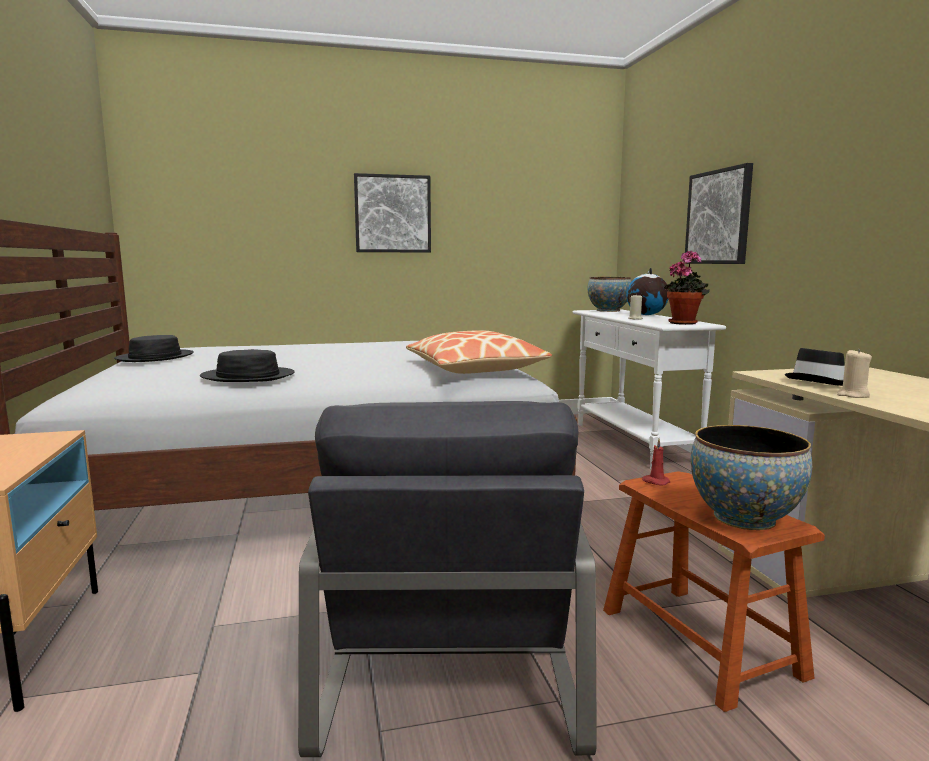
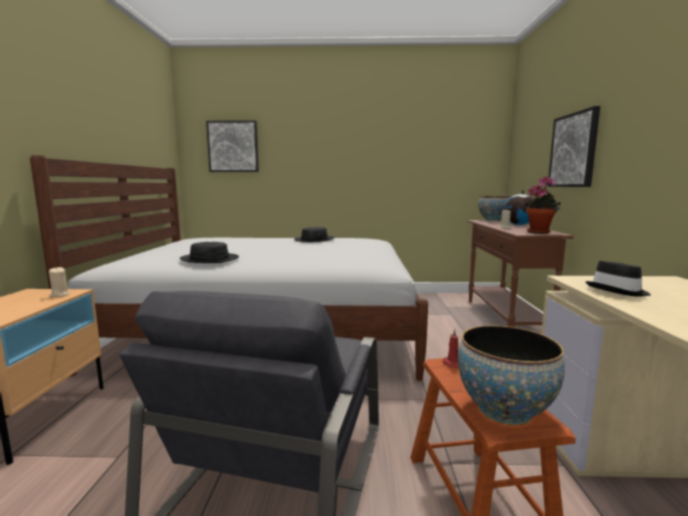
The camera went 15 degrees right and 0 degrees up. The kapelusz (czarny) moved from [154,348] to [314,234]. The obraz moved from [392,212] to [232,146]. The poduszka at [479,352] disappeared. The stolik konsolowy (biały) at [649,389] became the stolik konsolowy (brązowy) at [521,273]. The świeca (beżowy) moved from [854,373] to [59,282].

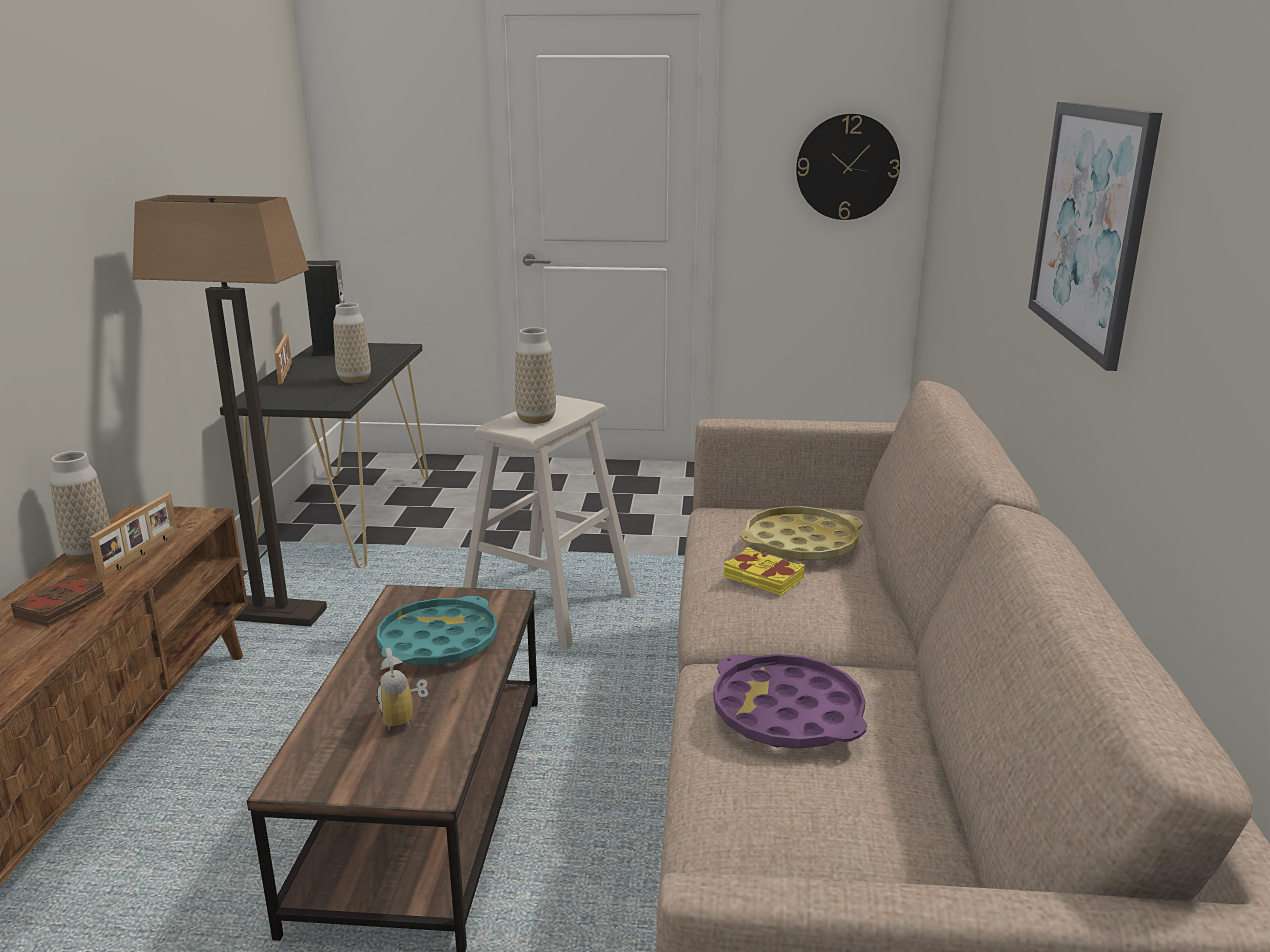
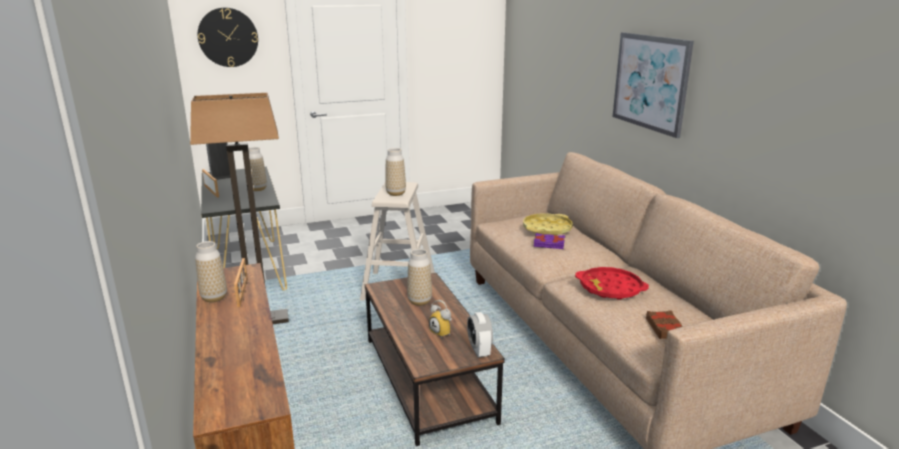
The camera went 25 degrees left and 0 degrees up. The książka (brązowy) moved from [57,600] to [664,324]. The taca (turkusowy) at [437,630] was replaced by the wazon at [419,277]. The taca (fioletowy) at [790,701] became the taca (czerwony) at [612,283]. The książka (żółty) at [764,571] became the książka (fioletowy) at [549,241]. The zegar ścienny moved from [848,167] to [228,37]. The budzik at [480,335] appeared.

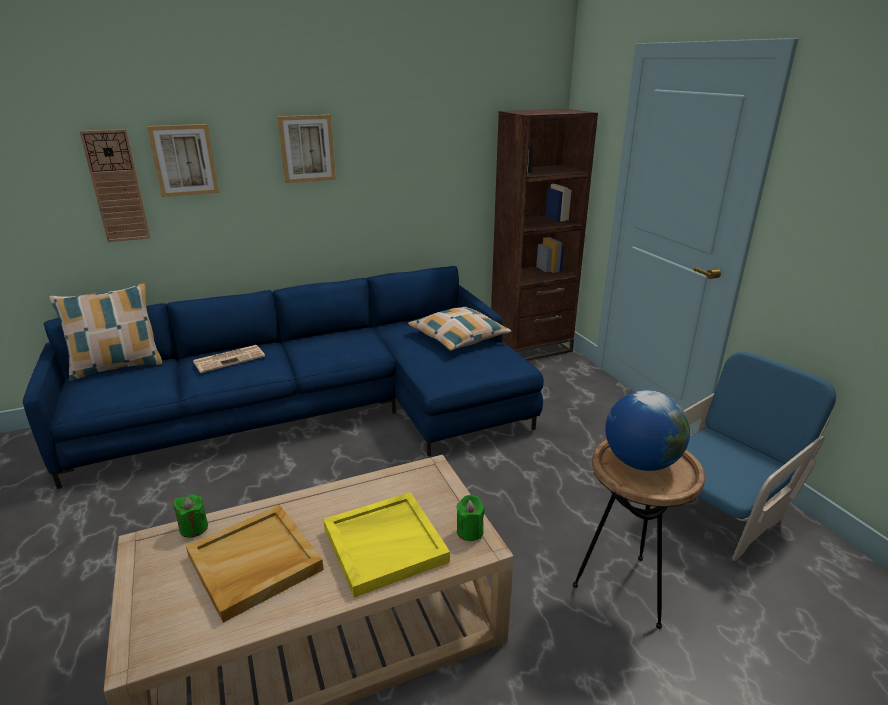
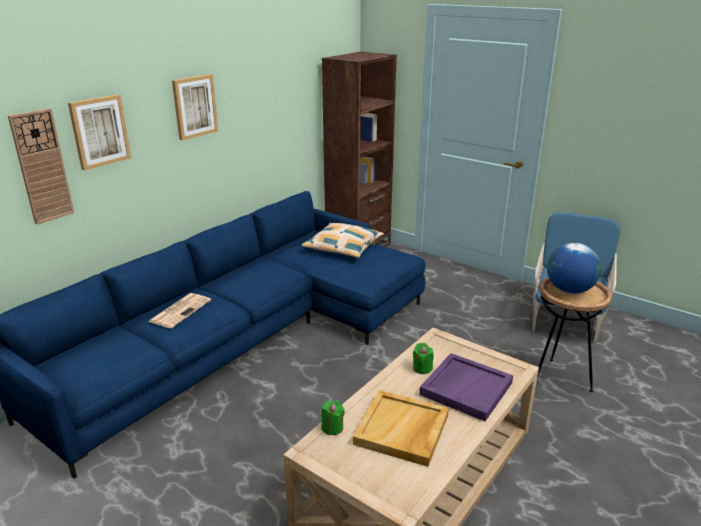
The camera went 30 degrees left and 0 degrees up. The poduszka at [105,333] disappeared. The taca (żółty) at [386,545] became the taca (fioletowy) at [466,387]. The świeca (zielony) moved from [470,518] to [423,358].

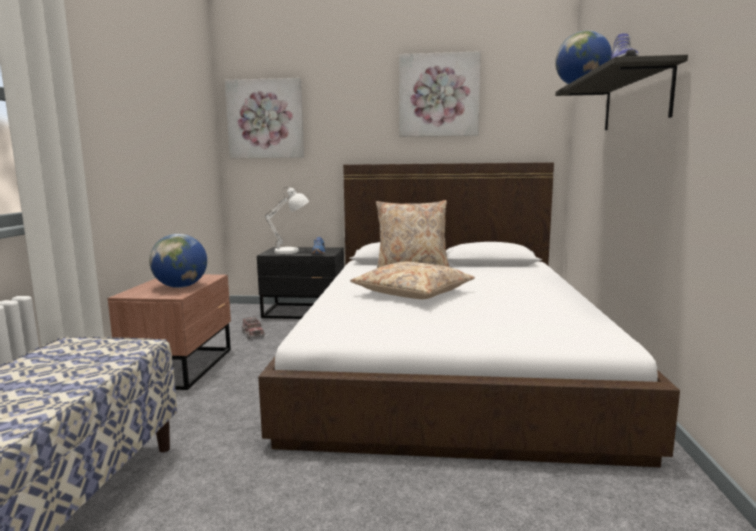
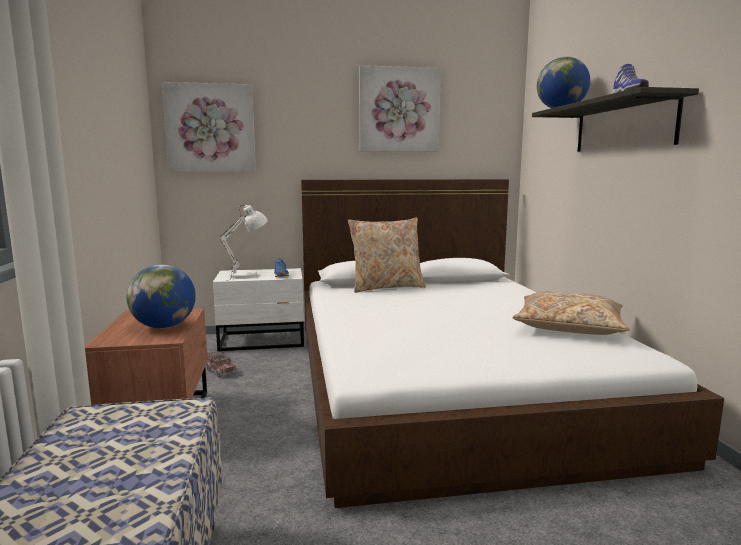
The camera went 15 degrees left and 0 degrees up. The szafka nocna (czarny) at [300,283] became the szafka nocna (biały) at [258,309]. The poduszka (beżowy) moved from [412,280] to [571,313].

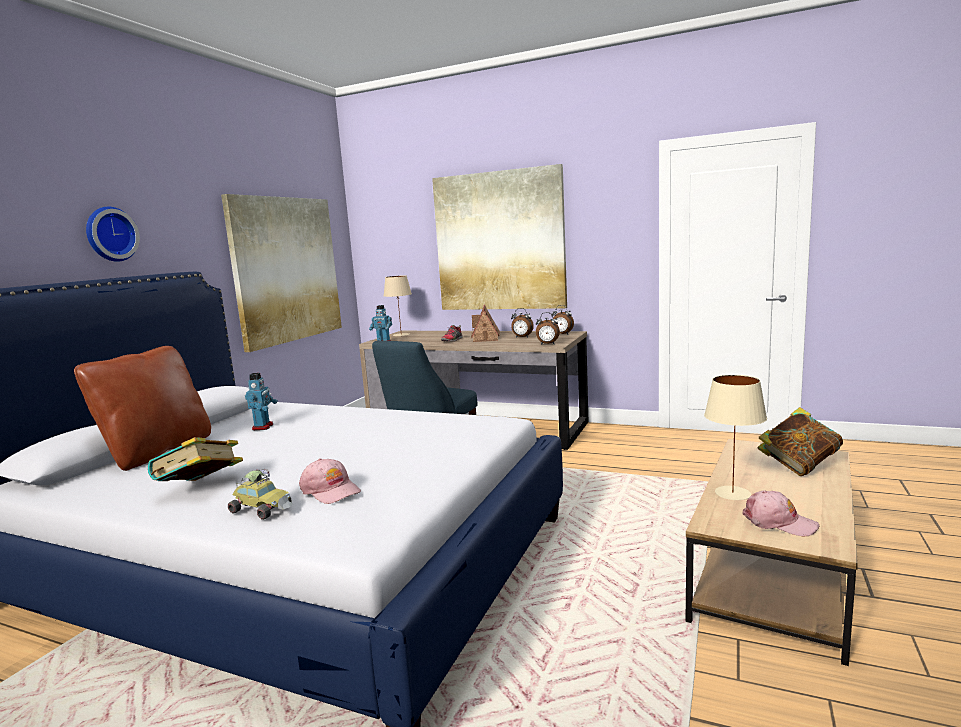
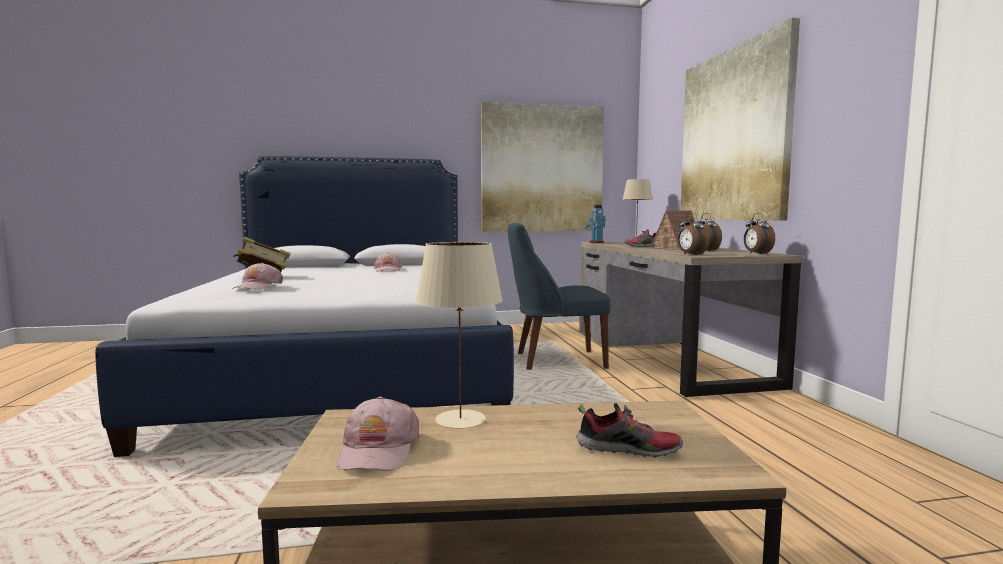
The camera went 55 degrees right and 5 degrees down. The poduszka (brązowy) at [142,408] disappeared. The zegar ścienny at [113,234] disappeared. The samochodzik at [260,494] disappeared. The robot zabawkowy at [261,402] was replaced by the czapka z daszkiem (różowy) at [388,262]. The książka at [800,441] was replaced by the but at [629,430].

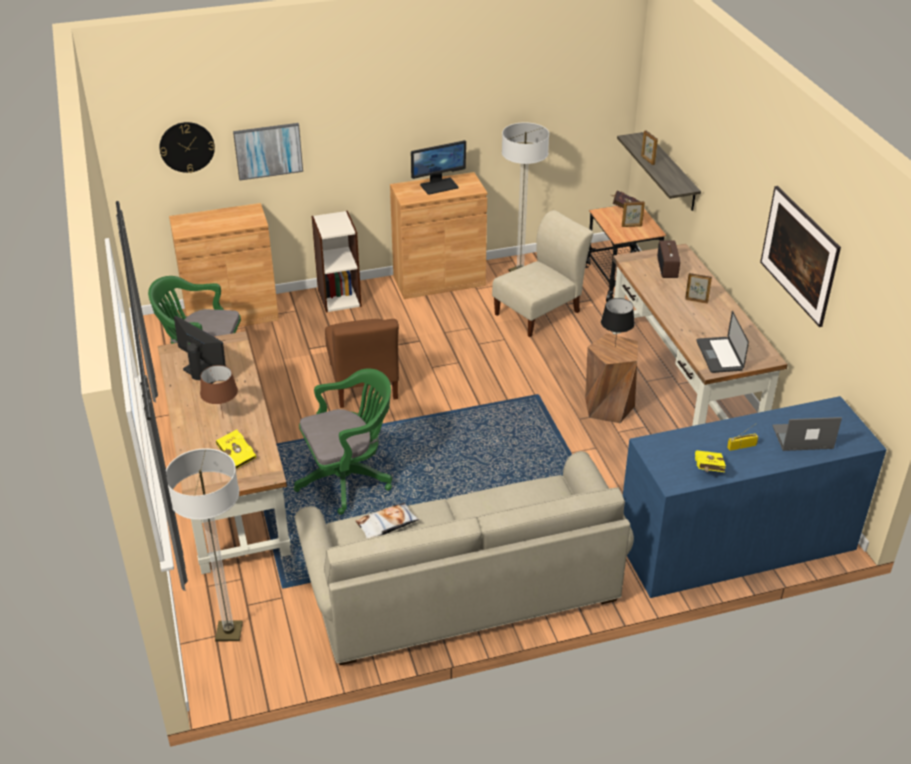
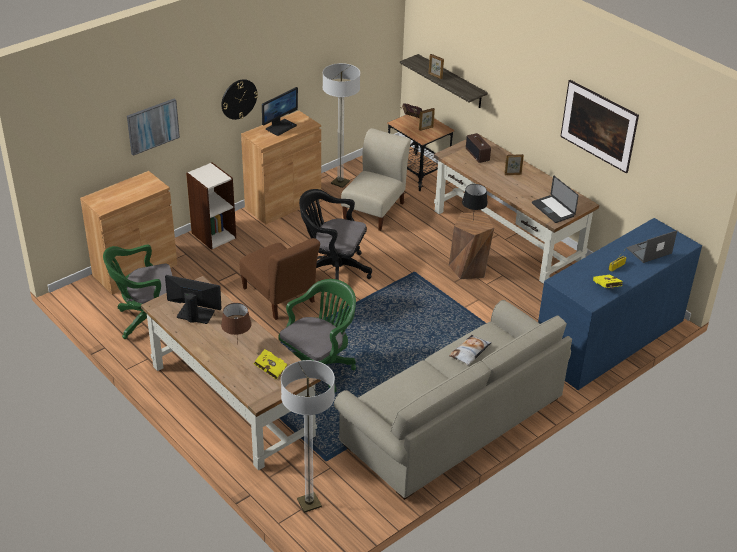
The camera went 25 degrees left and 0 degrees up. The zegar ścienny moved from [187,147] to [239,99]. The poduszka moved from [387,520] to [470,350]. The krzesło biurowe (czarny) at [335,234] appeared.

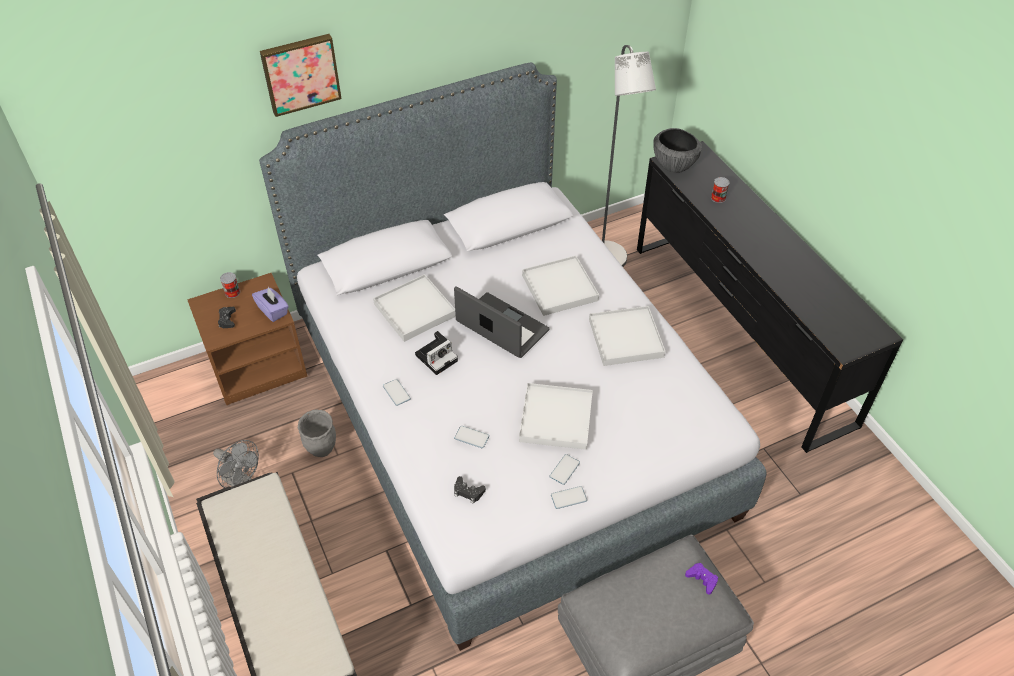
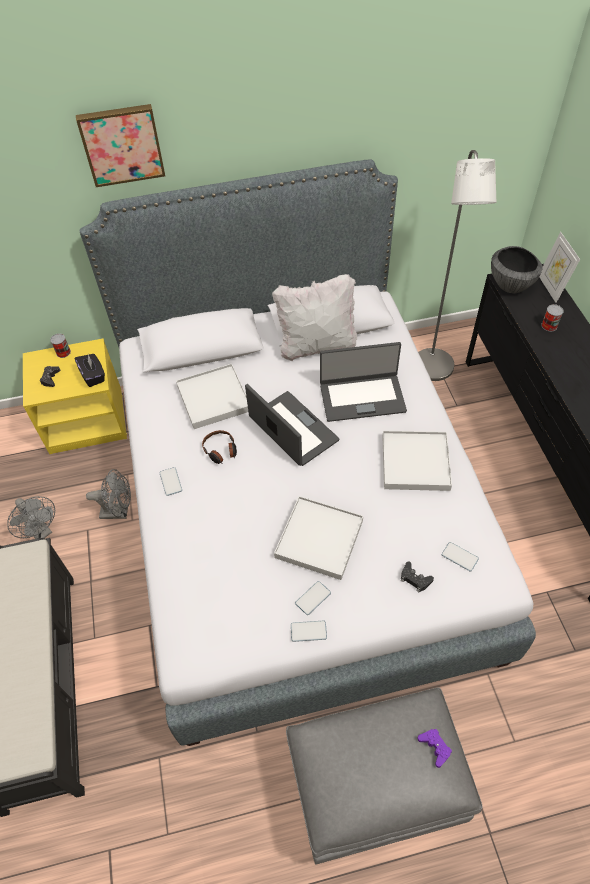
The camera went 15 degrees right and 5 degrees up. The szafka nocna (brązowy) at [247,339] became the szafka nocna (żółty) at [75,396]. The pudełko chusteczek (fioletowy) at [270,304] became the pudełko chusteczek (czarny) at [90,370]. The donica (szary) at [317,433] was replaced by the wentylator (szary) at [108,494]. The aparat fotograficzny at [436,353] was replaced by the słuchawki at [219,447]. The telefon moved from [471,437] to [460,556]. The pad do gier (czarny) moved from [470,490] to [417,576]. The taca (biały) at [560,286] was replaced by the laptop at [363,382]. The poduszka (biały) at [314,317] appeared. The ramka na zdjęcie at [559,267] appeared.

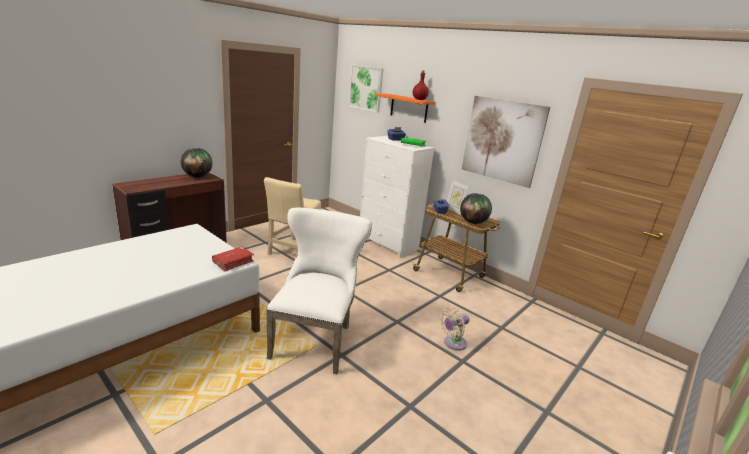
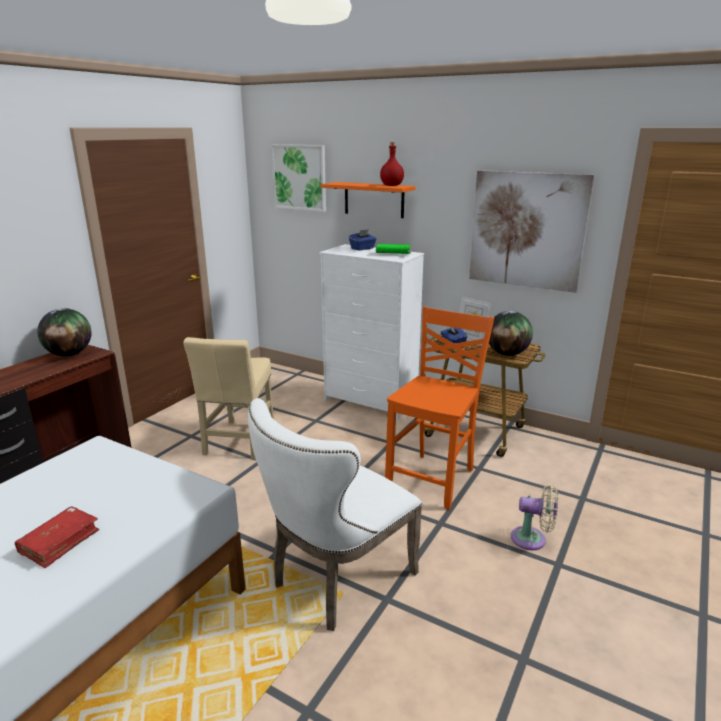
The camera went 10 degrees left and 0 degrees up. The książka (czerwony) moved from [233,259] to [57,537]. The krzesło (biały) at [319,290] turned 135 degrees counterclockwise. The wentylator (beżowy) at [454,329] turned 120 degrees counterclockwise. The krzesło (pomarańczowy) at [439,408] appeared.

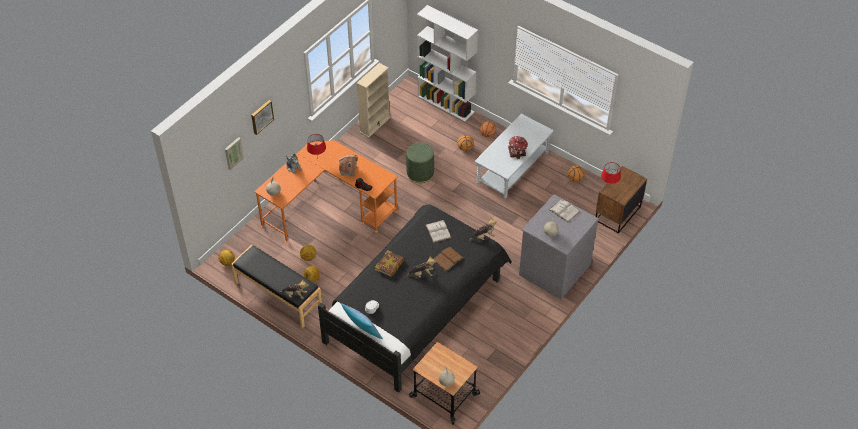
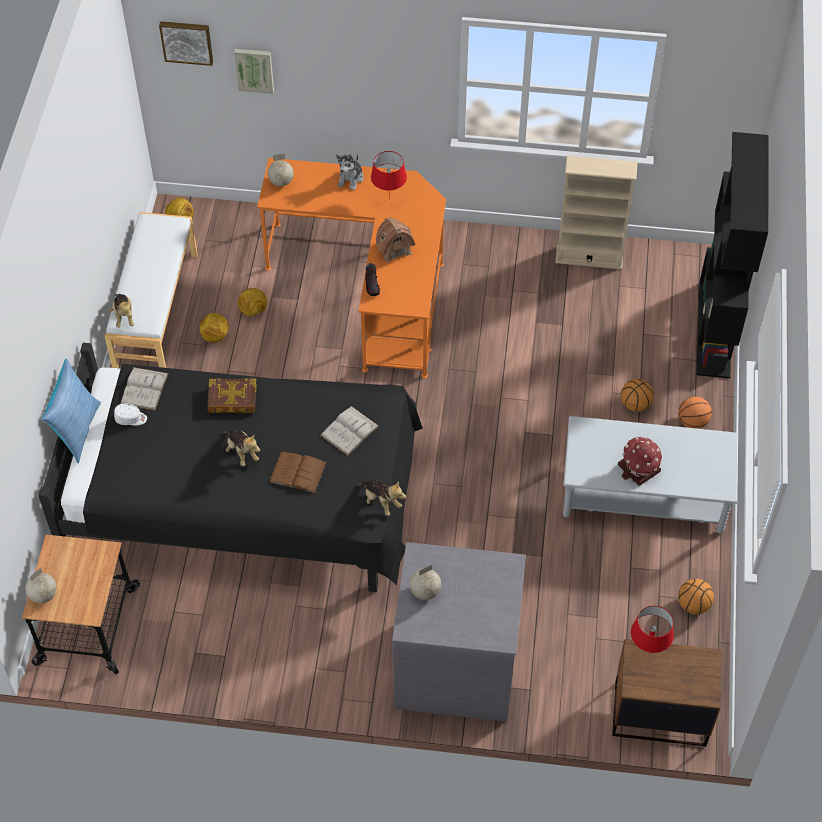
The camera went 60 degrees right and 5 degrees up. The ławka (czarny) at [276,286] became the ławka (biały) at [151,290]. The obraz moved from [262,117] to [186,43]. The pufa (zielony) at [420,163] disappeared. The regał (biały) at [447,63] became the regał (czarny) at [732,255]. The książka (biały) moved from [564,211] to [144,389].

